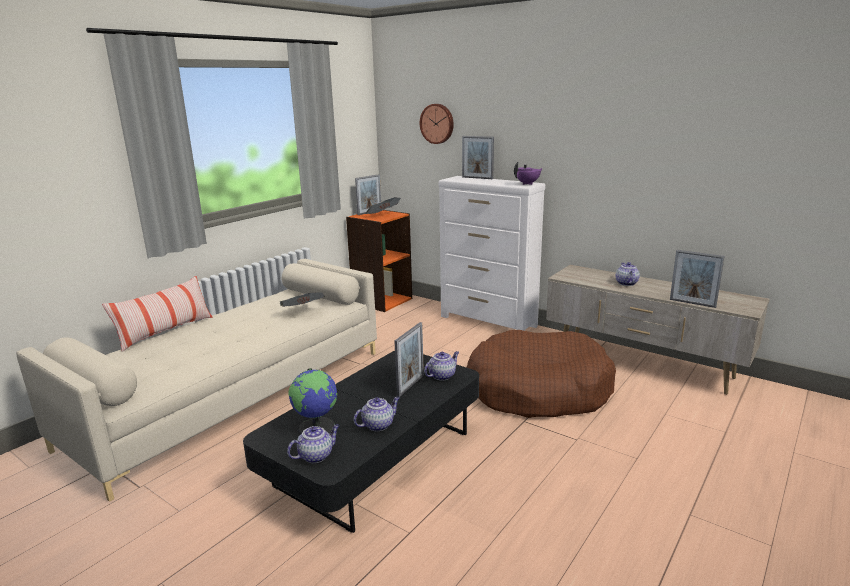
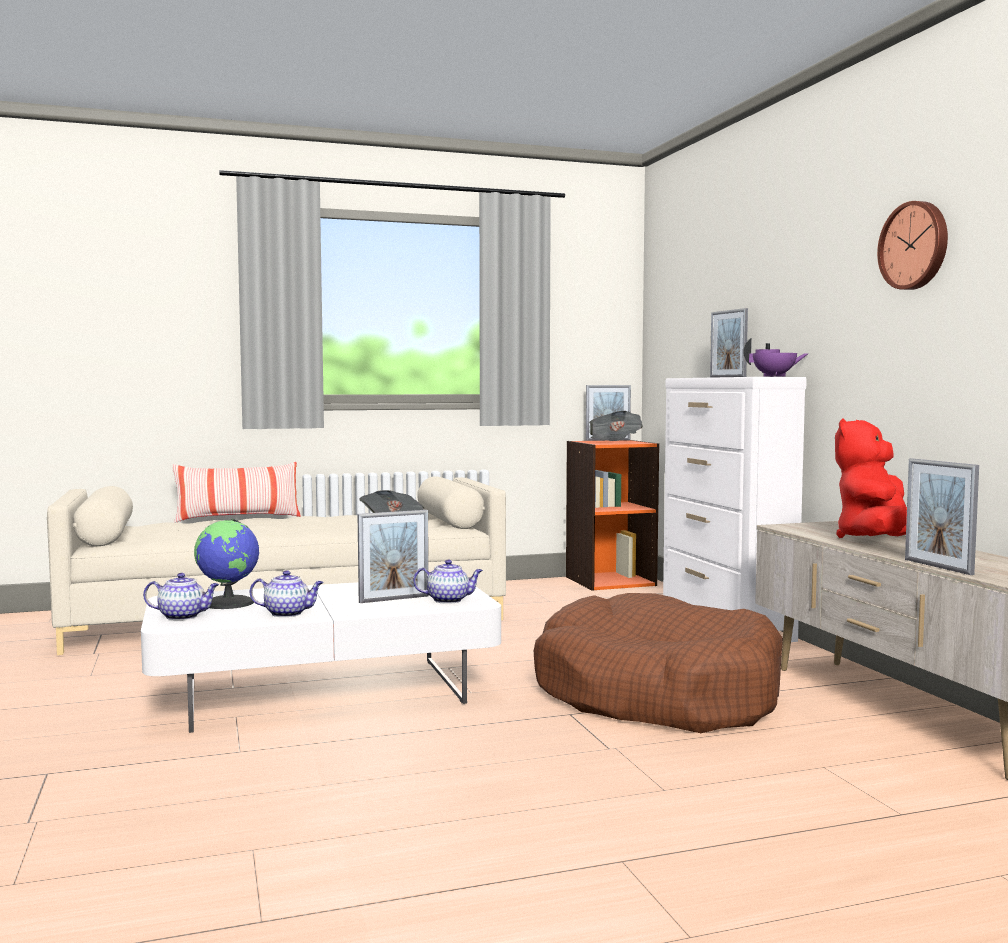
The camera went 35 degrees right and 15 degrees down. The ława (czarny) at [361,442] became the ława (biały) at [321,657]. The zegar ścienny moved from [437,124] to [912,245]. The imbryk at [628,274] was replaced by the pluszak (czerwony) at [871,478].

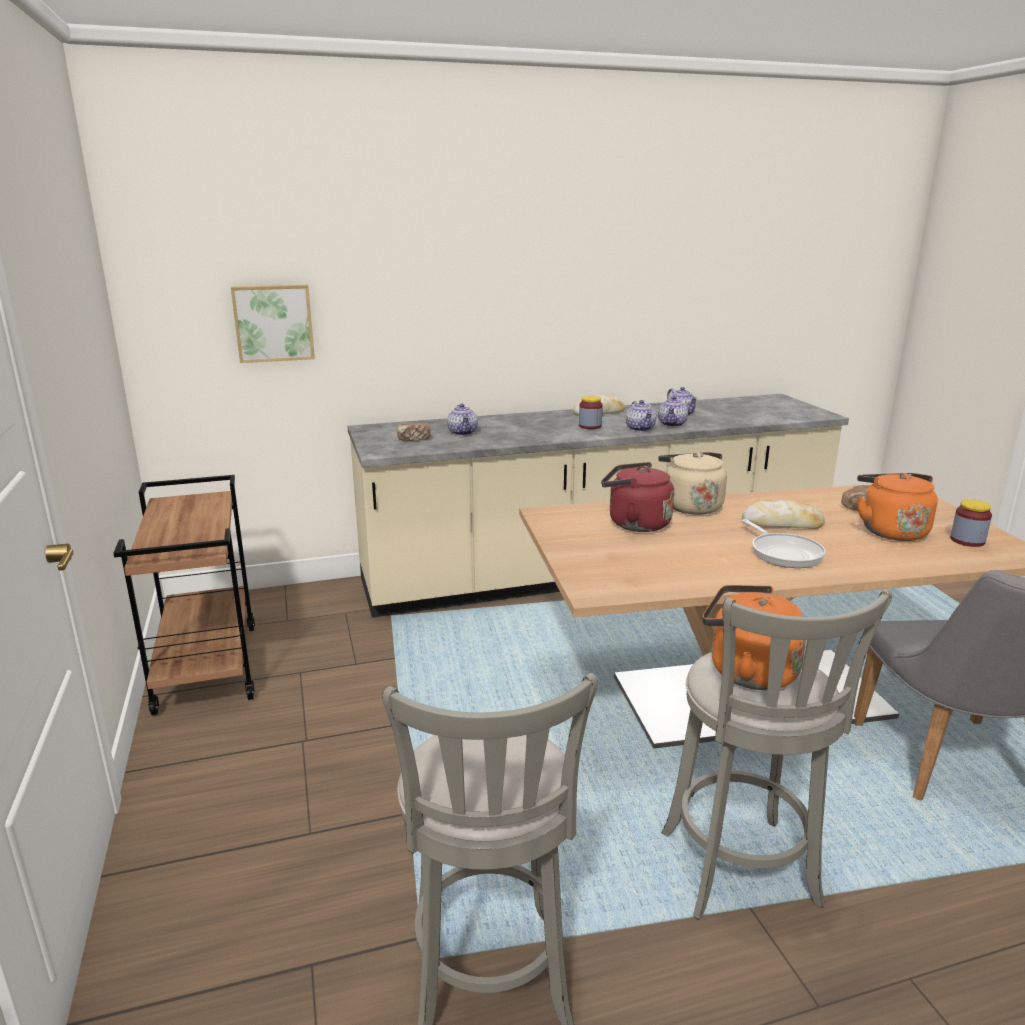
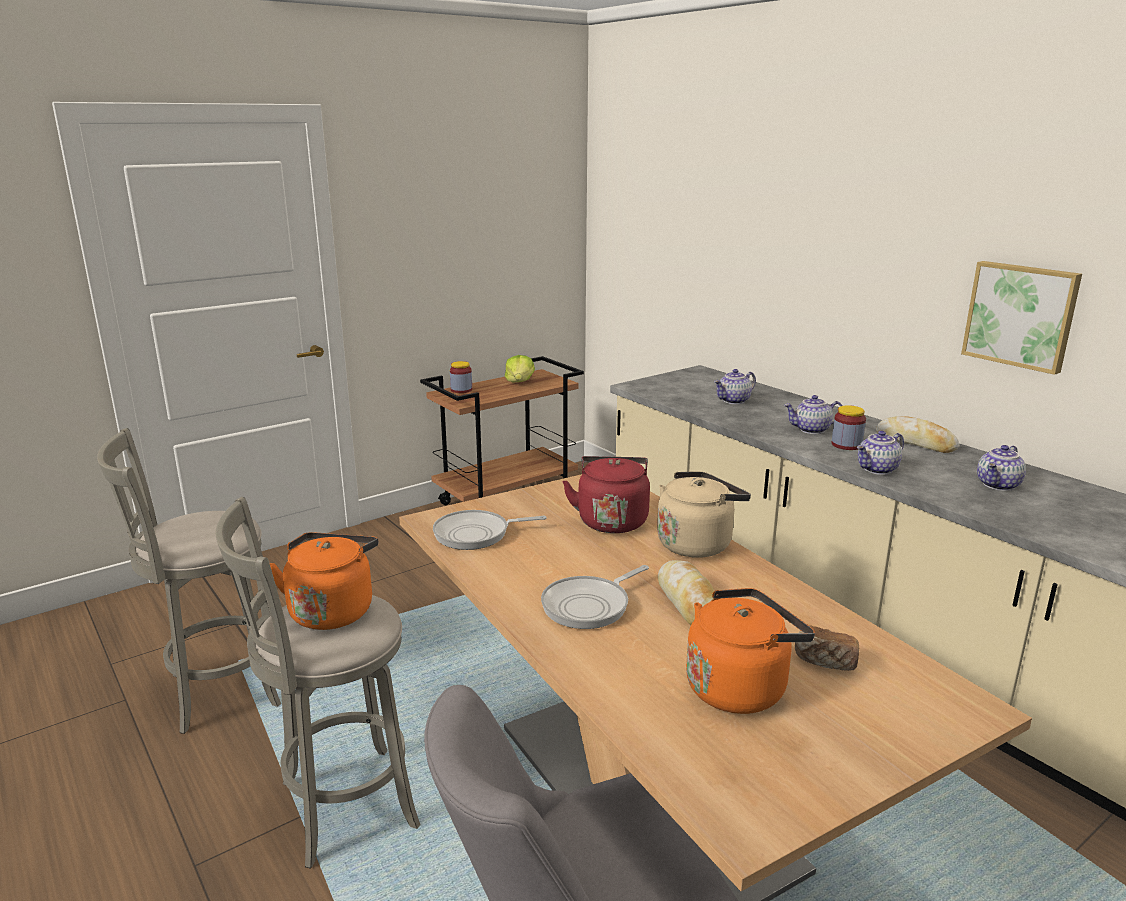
The camera went 70 degrees right and 0 degrees up. The obraz moved from [273,324] to [1021,318]. The chleb at [414,432] disappeared. The imbryk moved from [673,411] to [813,414]. The słoik moved from [971,523] to [461,377]. The patelnia at [490,530] appeared. The sałata at [520,368] appeared.

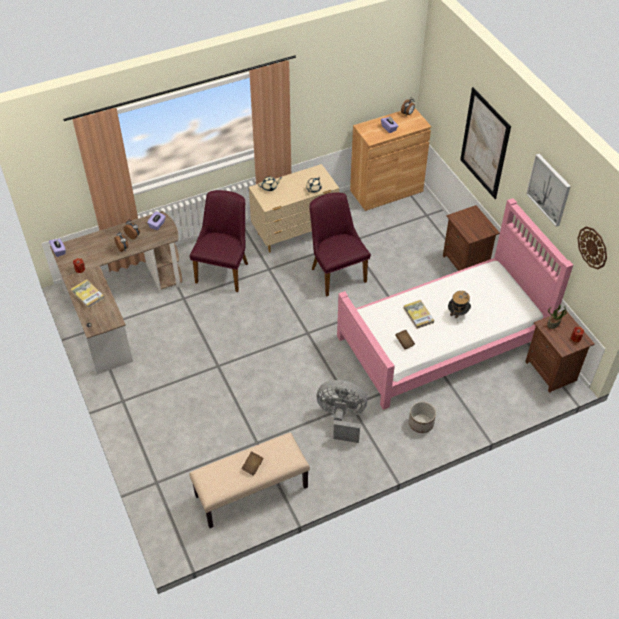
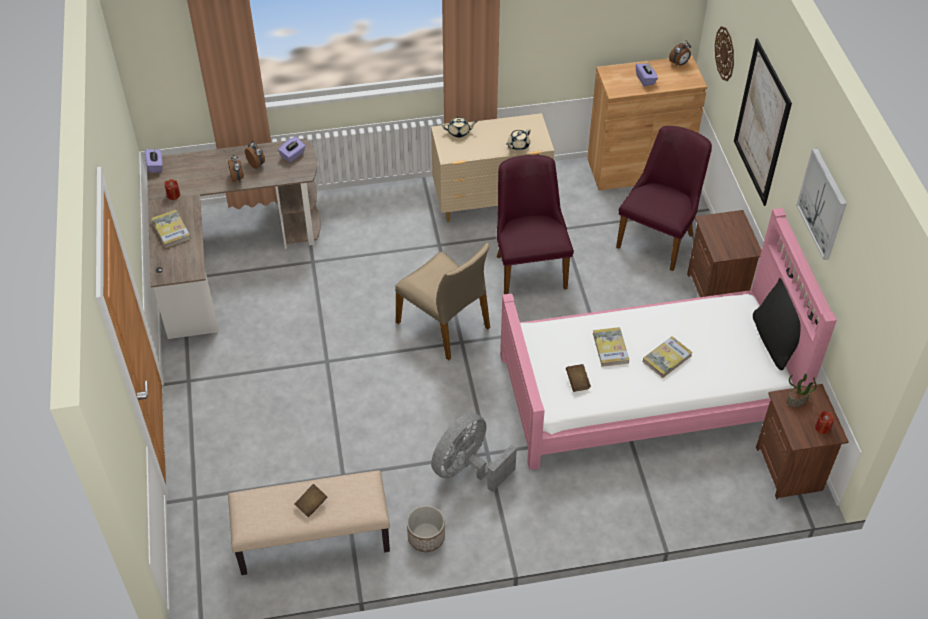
The camera went 15 degrees right and 0 degrees up. The krzesło (fioletowy) moved from [219,241] to [664,198]. The wentylator (szary) at [341,411] turned 75 degrees counterclockwise. The donica moved from [422,417] to [426,528]. The kapelusz at [459,304] was replaced by the książka at [668,357]. The zegar ścienny moved from [592,247] to [724,53]. The krzesło (beżowy) at [442,302] appeared. The poduszka (czarny) at [785,319] appeared.

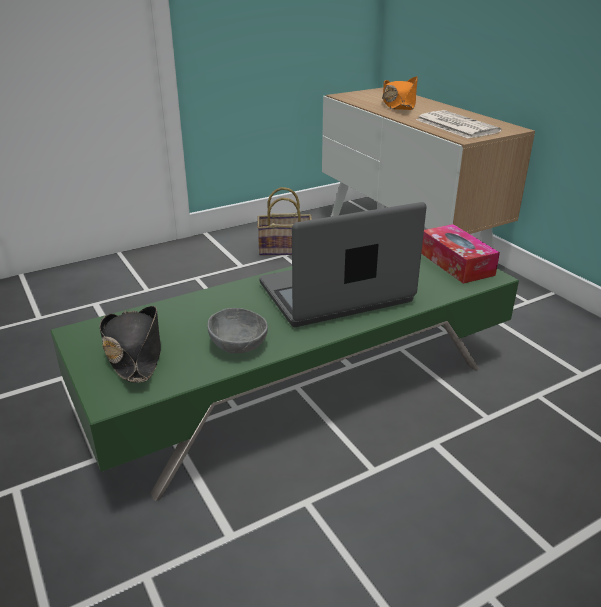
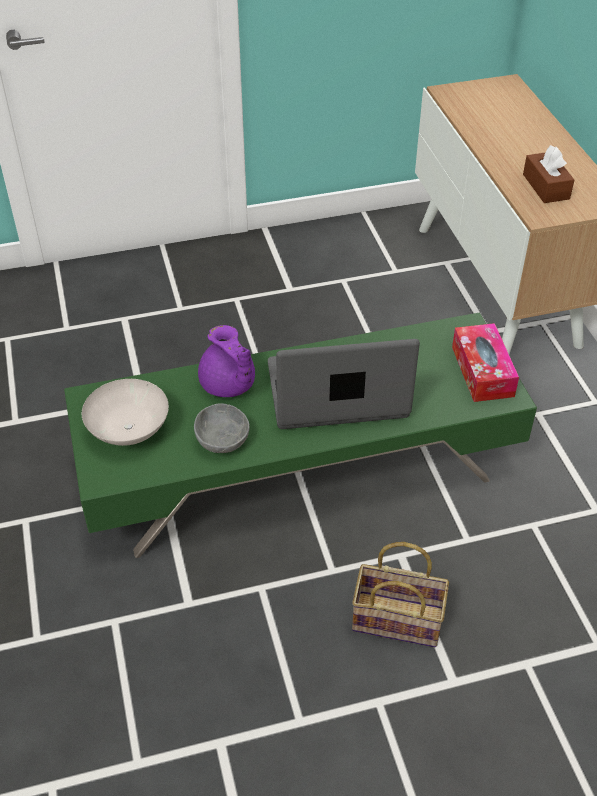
The camera went 15 degrees right and 15 degrees up. The kapelusz (czarny) at [130,344] was replaced by the miska (biały) at [125,412]. The koszyk moved from [284,221] to [400,594]. The kapelusz (pomarańczowy) at [400,93] disappeared. The gazeta at [459,124] was replaced by the pudełko chusteczek (brązowy) at [548,174]. The imbryk (fioletowy) at [226,361] appeared.

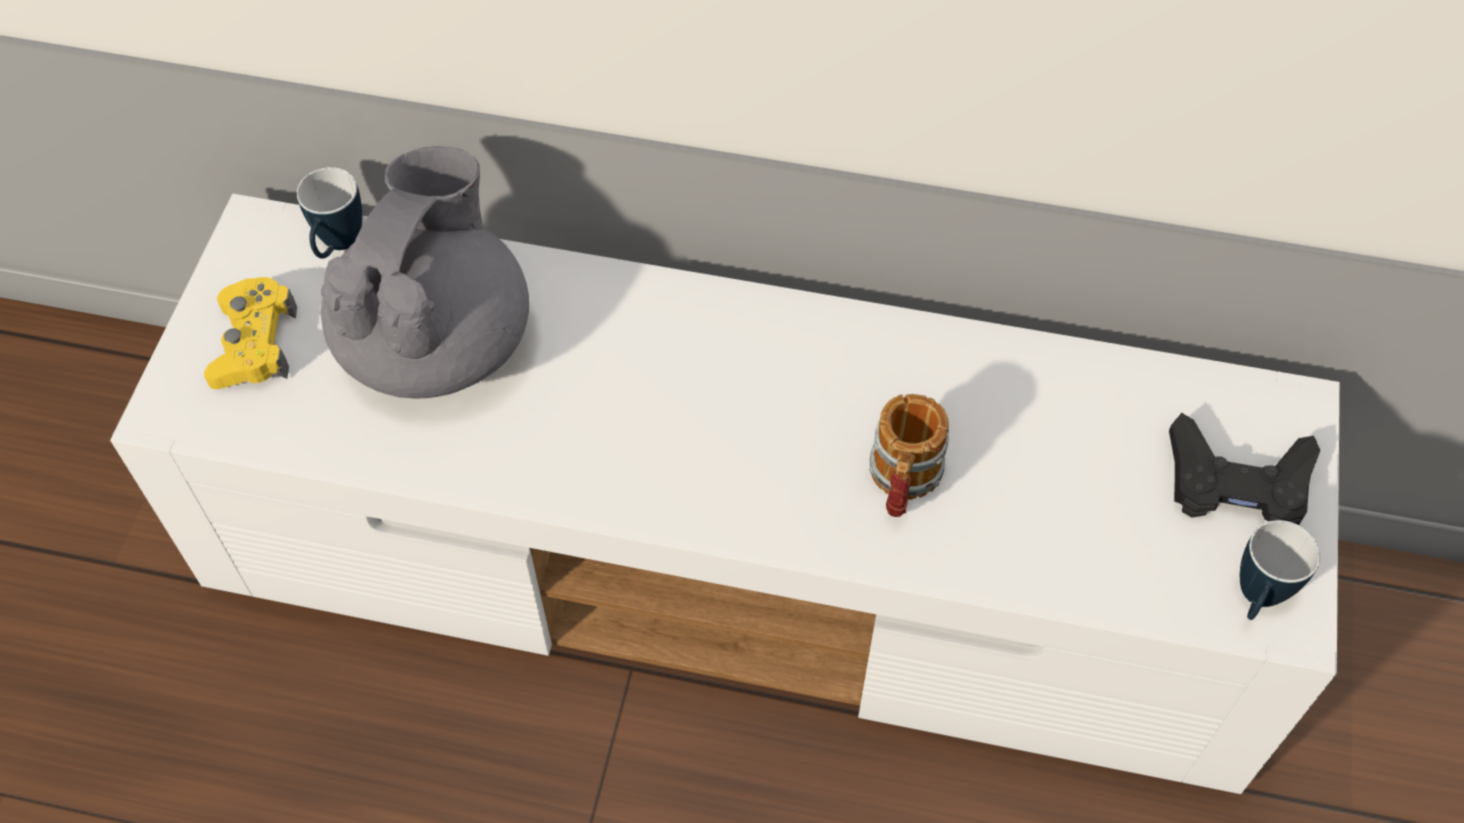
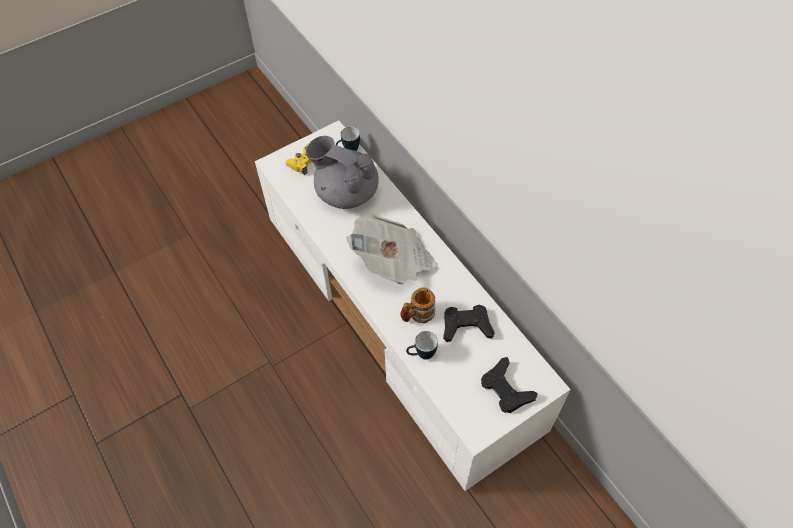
The camera went 45 degrees right and 0 degrees up. The imbryk (szary) at [425,272] turned 120 degrees counterclockwise. The kubek moved from [1280,570] to [422,345]. The gazeta at [392,249] appeared. The pad do gier (czarny) at [469,323] appeared.

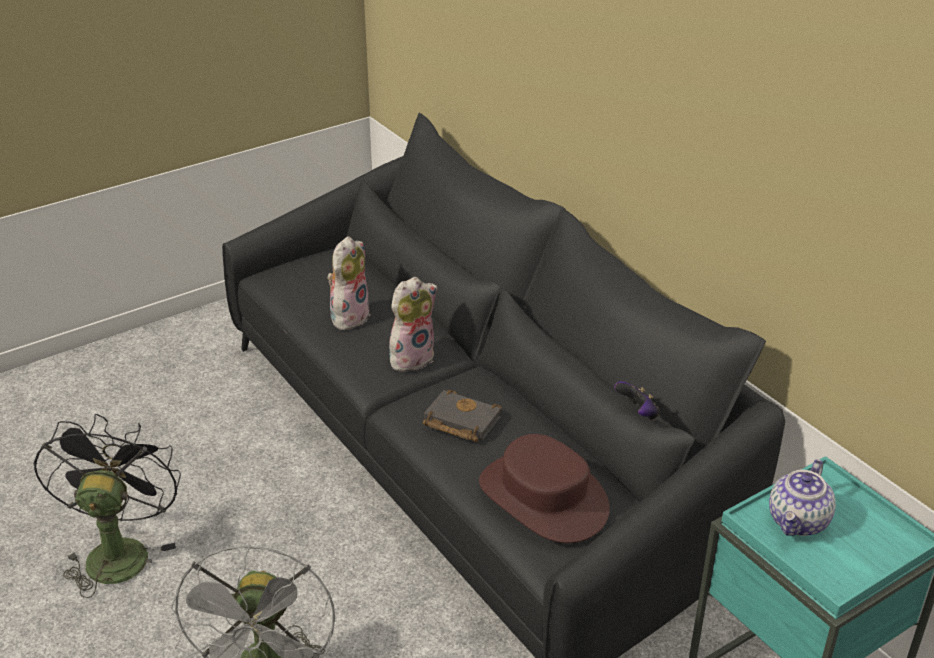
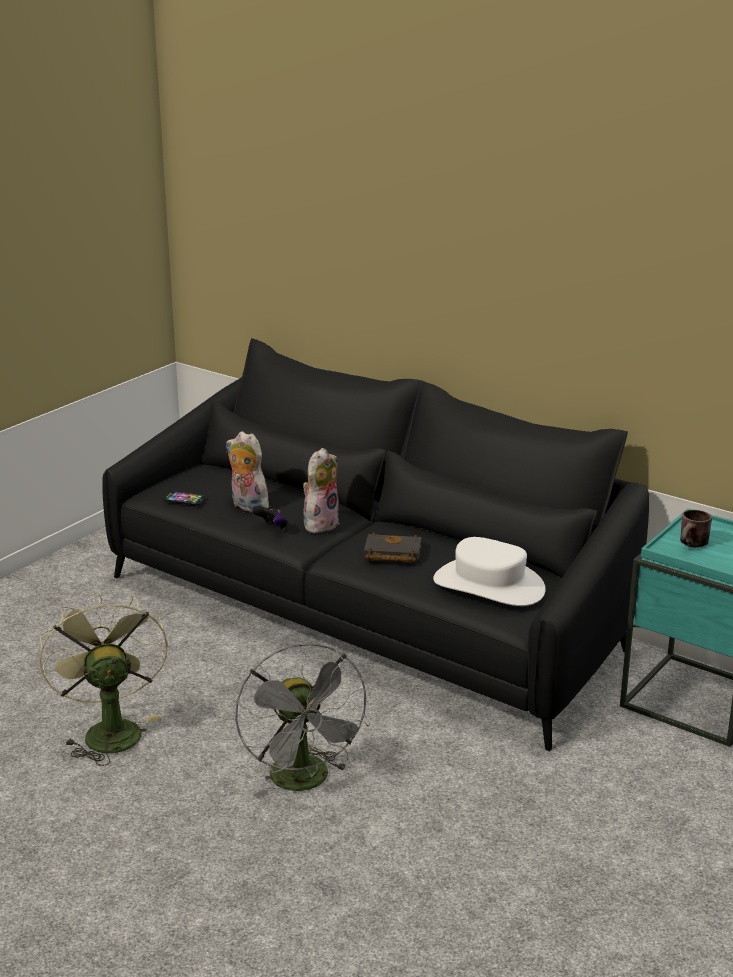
The camera went 20 degrees left and 10 degrees down. The wentylator (czarny) at [107,506] became the wentylator (zielony) at [103,679]. The pluszak at [349,283] turned 60 degrees counterclockwise. The kapelusz (brązowy) at [544,488] became the kapelusz (biały) at [489,571]. The pad do gier moved from [637,400] to [269,517]. The imbryk at [802,497] was replaced by the kubek (brązowy) at [696,528]. The telefon at [185,498] appeared.

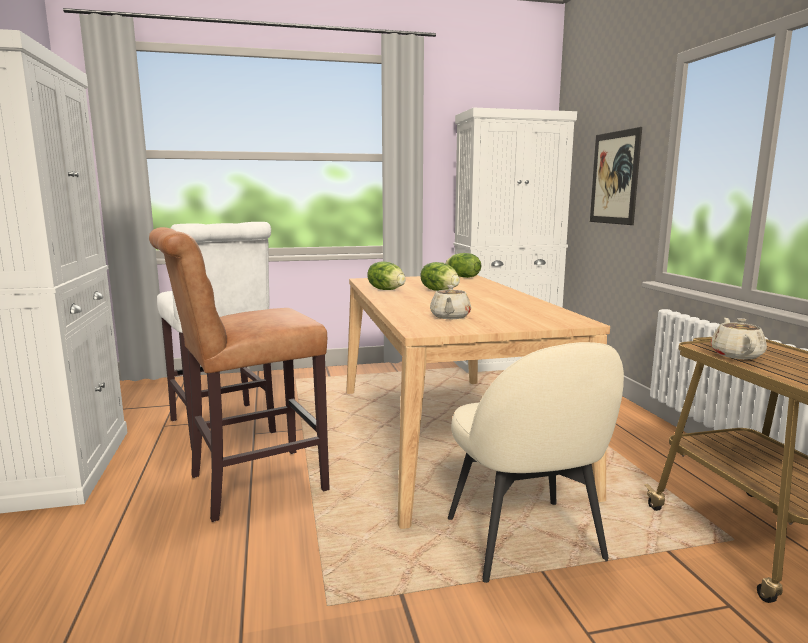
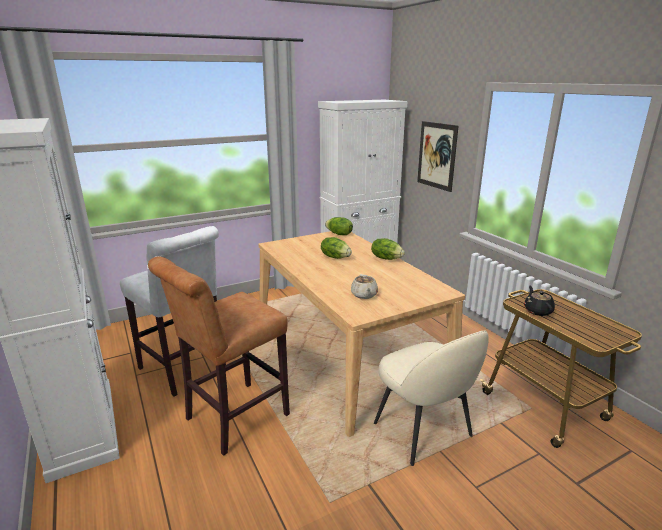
The camera went 15 degrees left and 10 degrees up. The sałata moved from [386,275] to [388,249]. The imbryk (beżowy) at [739,338] became the imbryk (czarny) at [539,300].

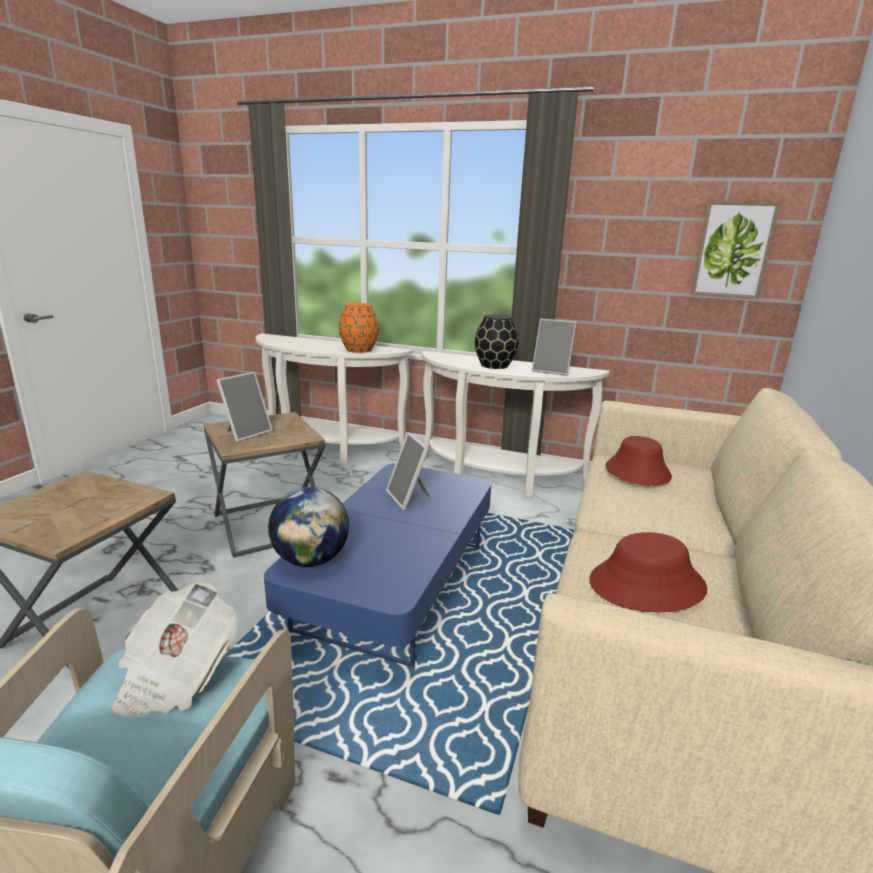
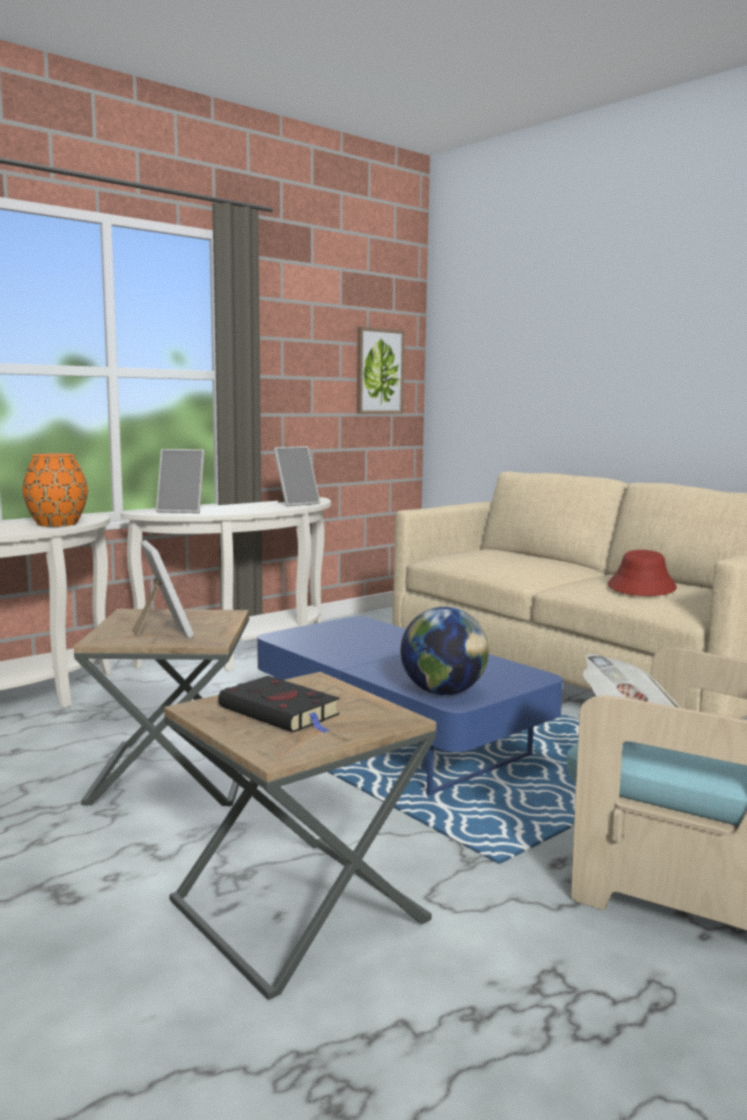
The camera went 60 degrees left and 10 degrees down. The ramka na zdjęcie moved from [408,471] to [180,481]. The wazon (czarny) at [496,341] disappeared. The kapelusz (czerwony) at [638,461] disappeared. The książka (czarny) at [279,704] appeared.

